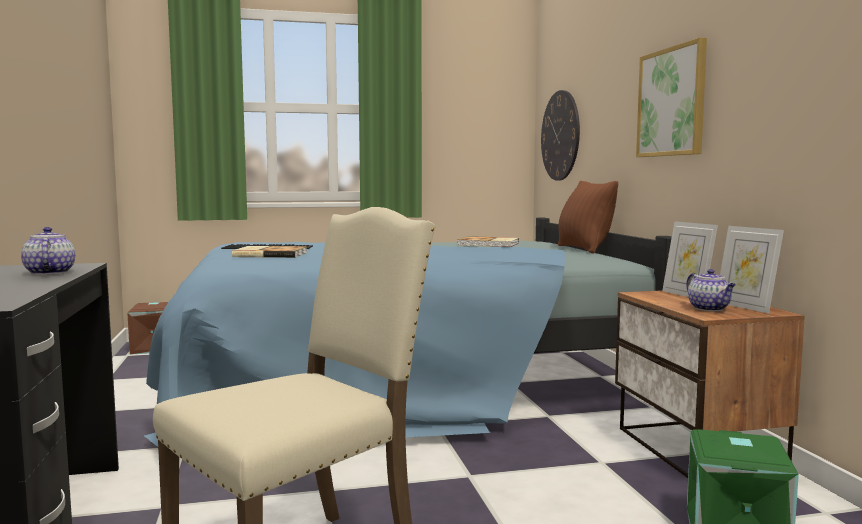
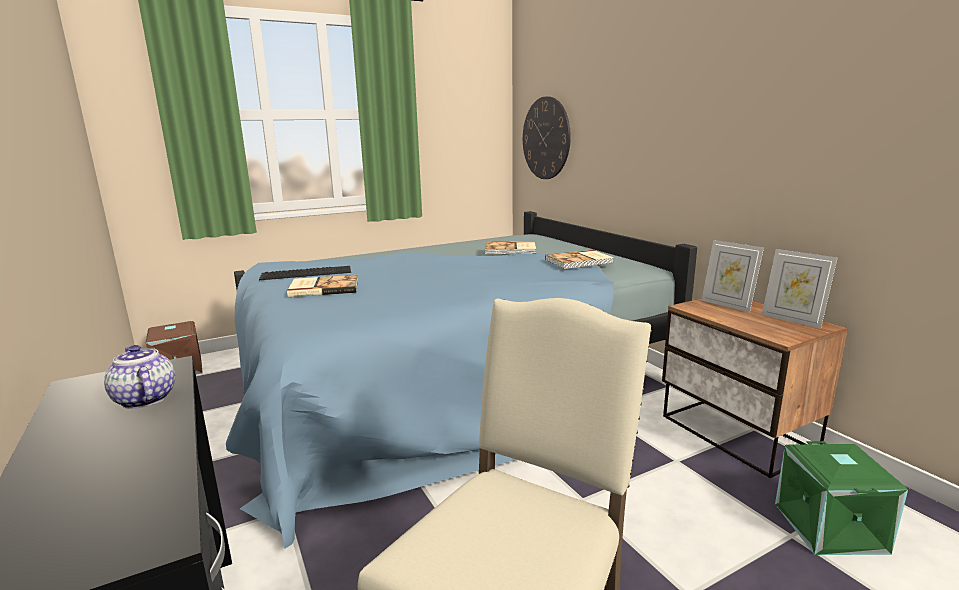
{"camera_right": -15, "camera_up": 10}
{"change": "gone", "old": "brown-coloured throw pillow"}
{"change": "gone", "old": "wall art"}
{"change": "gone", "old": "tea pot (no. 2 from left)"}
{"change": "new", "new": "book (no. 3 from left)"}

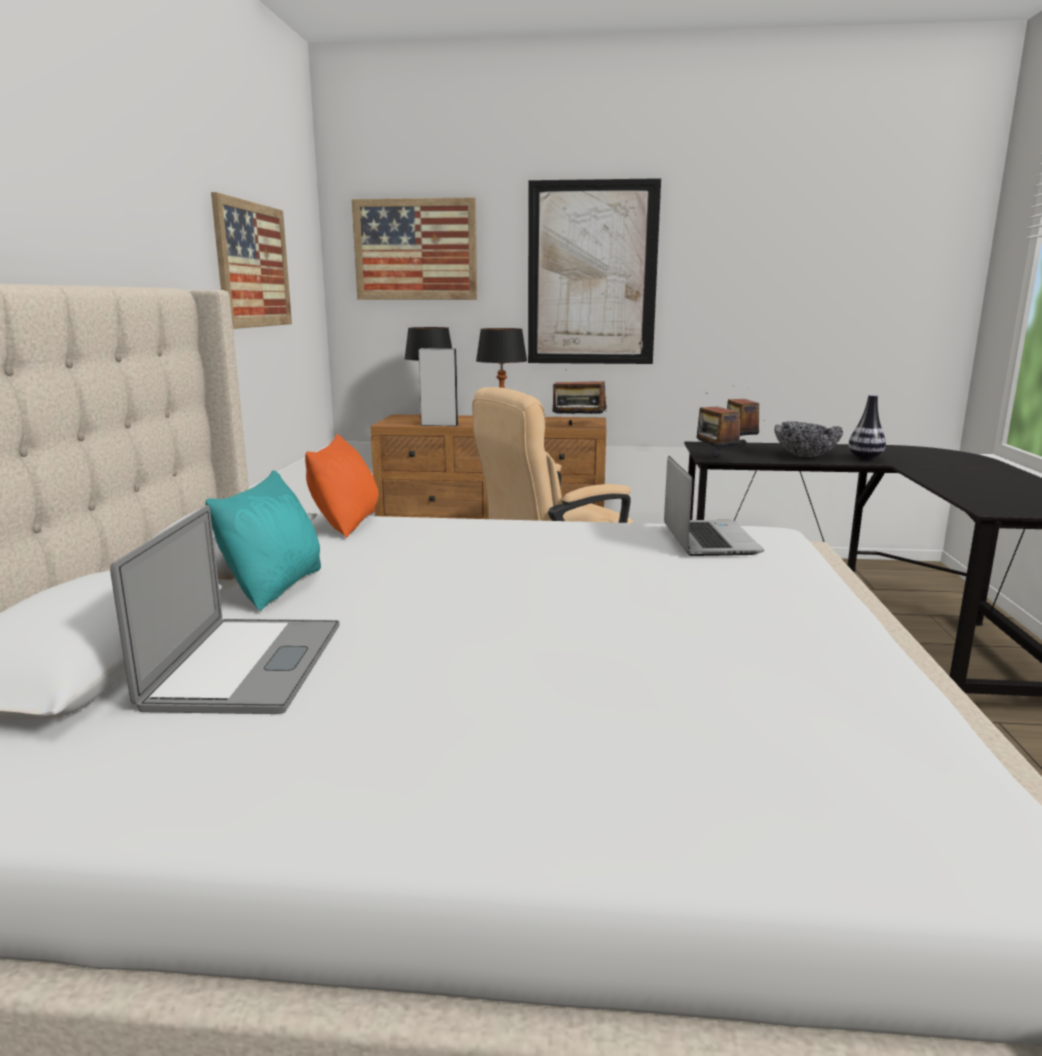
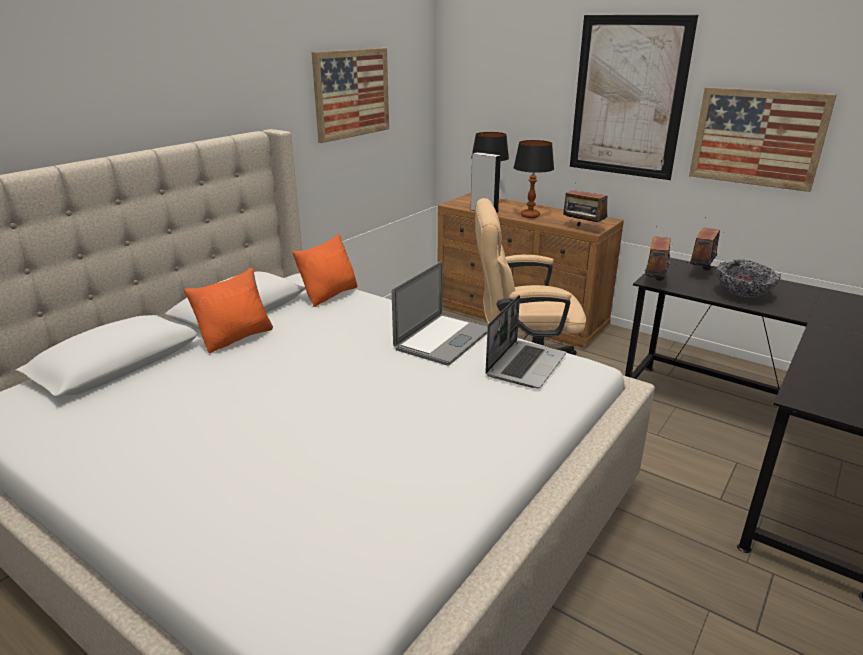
{"camera_right": 30, "camera_up": 10}
{"change": "shifted", "old": "notebook computer (no. 1 from left)"}
{"change": "repainted", "old": "blue-green throw pillow", "new": "orange throw pillow (no. 1 from left)"}
{"change": "shifted", "old": "wall art (no. 2 from left in the first image)", "new": "wall art (no. 3 from left)"}
{"change": "gone", "old": "flower vase"}

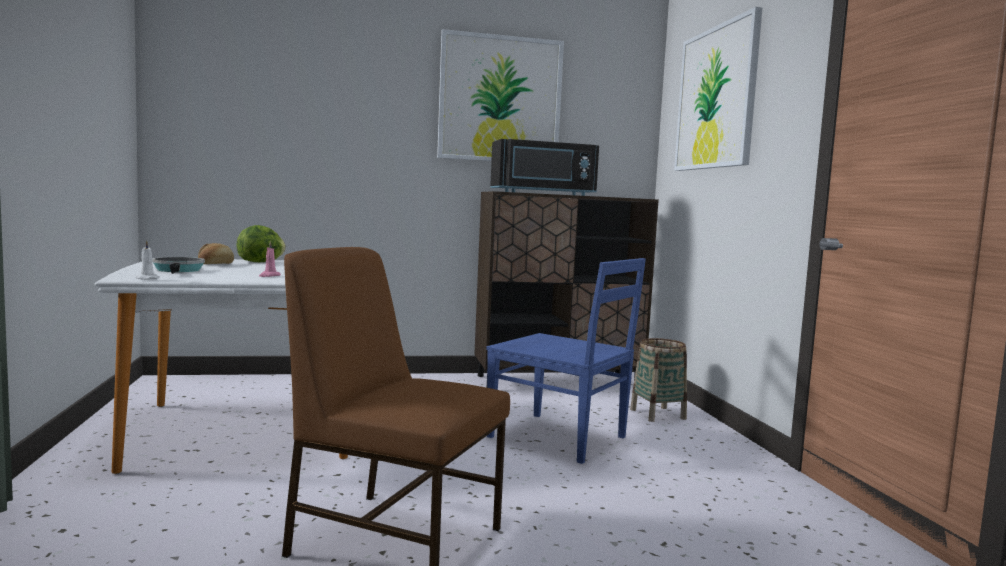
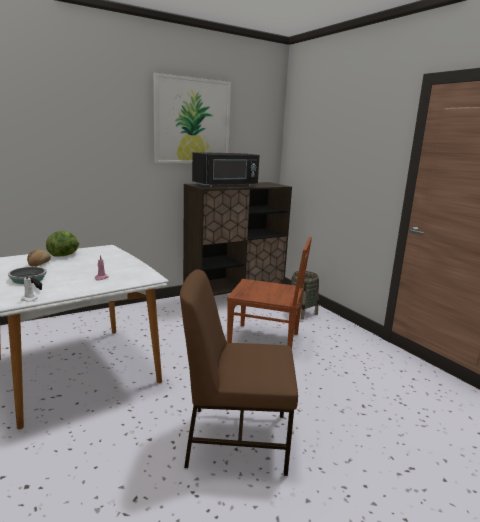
{"camera_right": -20, "camera_up": 10}
{"change": "repainted", "old": "blue plain chair", "new": "brown-coloured plain chair (no. 2 from left)"}
{"change": "gone", "old": "wall art (no. 2 from left)"}

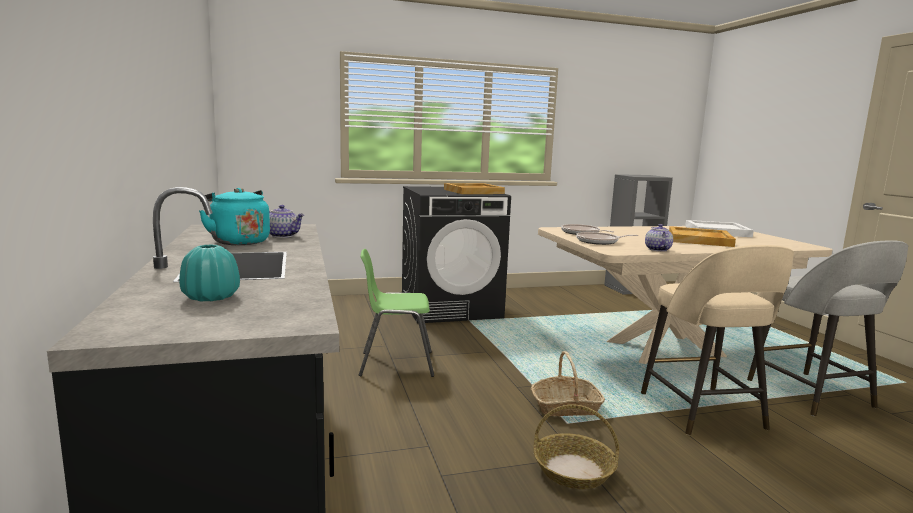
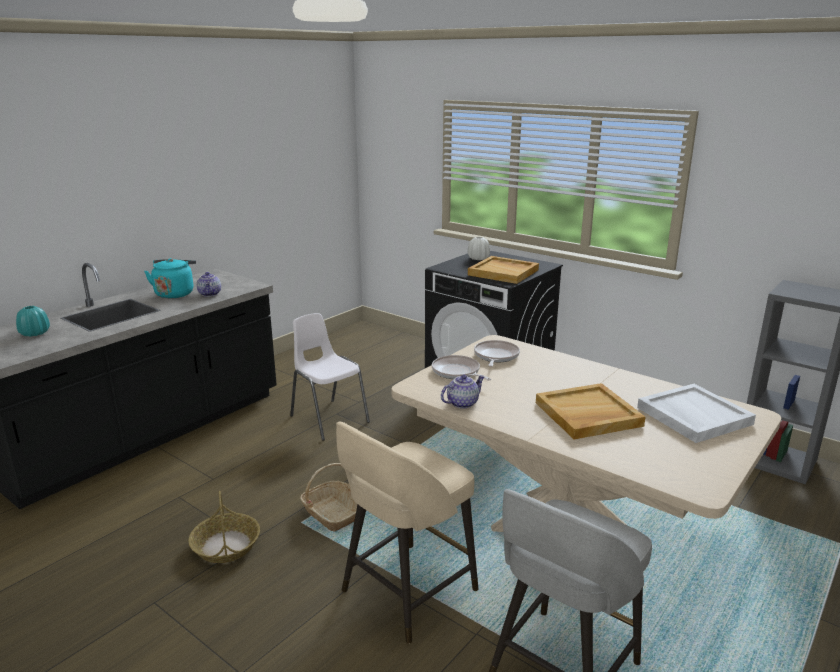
{"camera_right": 55, "camera_up": 10}
{"change": "repainted", "old": "greenish plain chair", "new": "white plain chair"}
{"change": "new", "new": "white flower vase"}

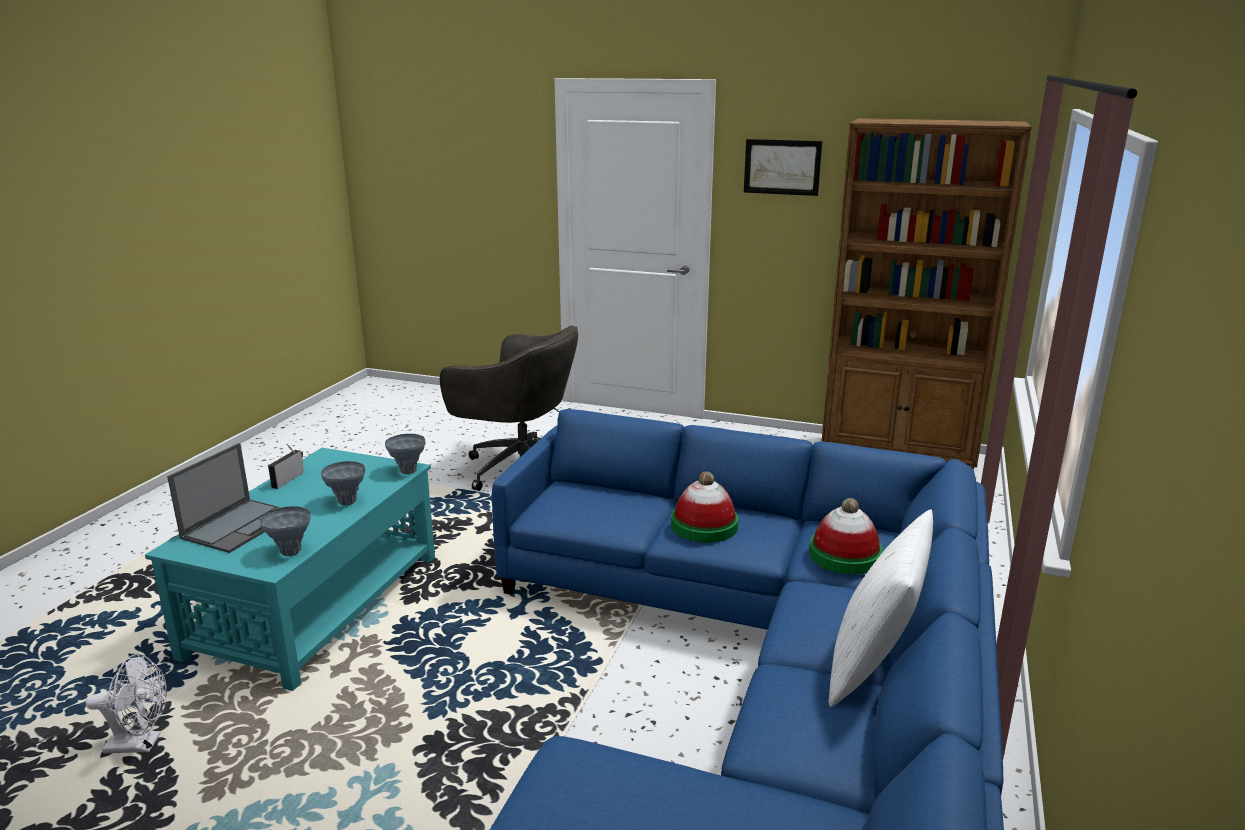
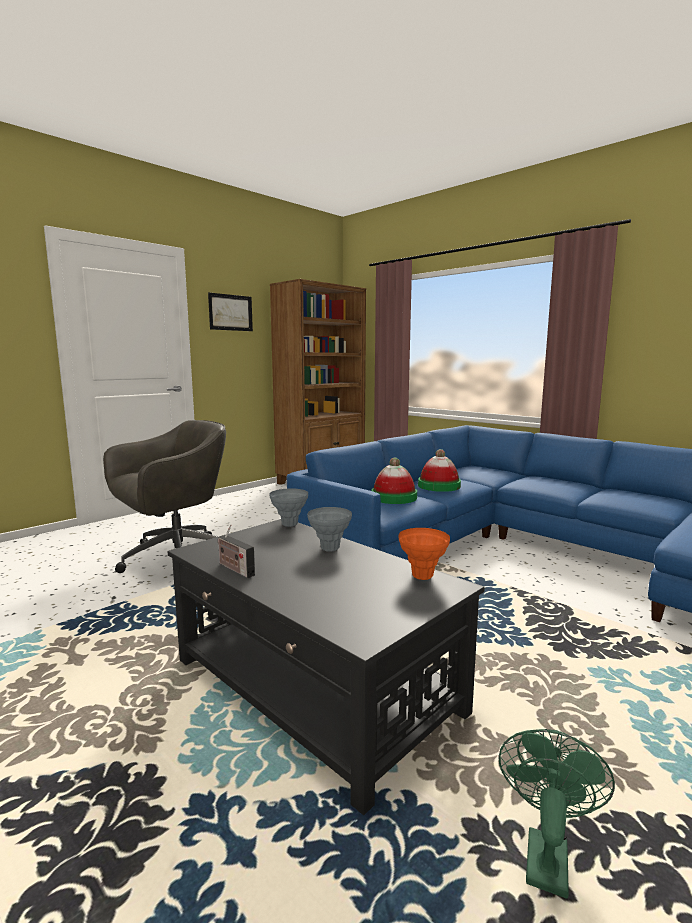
{"camera_right": -65, "camera_up": -10}
{"change": "repainted", "old": "white electric fan", "new": "greenish electric fan"}
{"change": "repainted", "old": "blue-green coffee table", "new": "black coffee table"}
{"change": "gone", "old": "notebook computer"}
{"change": "repainted", "old": "grey flower vase (no. 1 from left)", "new": "orange flower vase"}
{"change": "shifted", "old": "hat (no. 2 from left in the first image)", "new": "hat (no. 1 from left)"}
{"change": "gone", "old": "white throw pillow"}

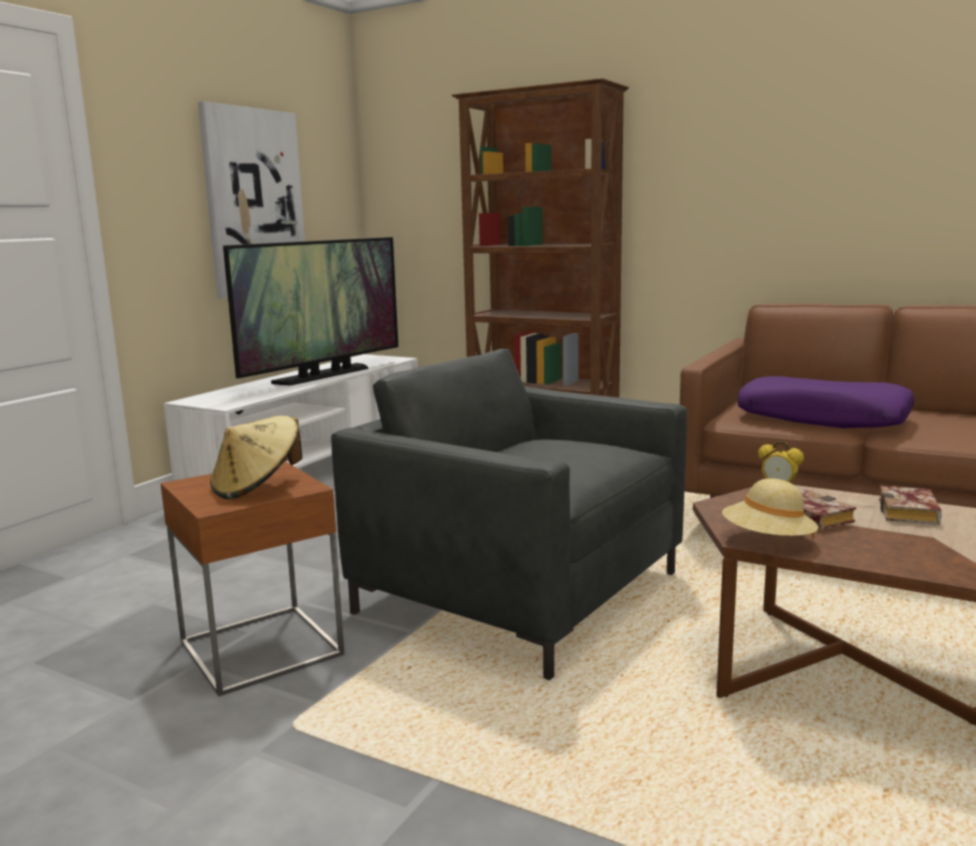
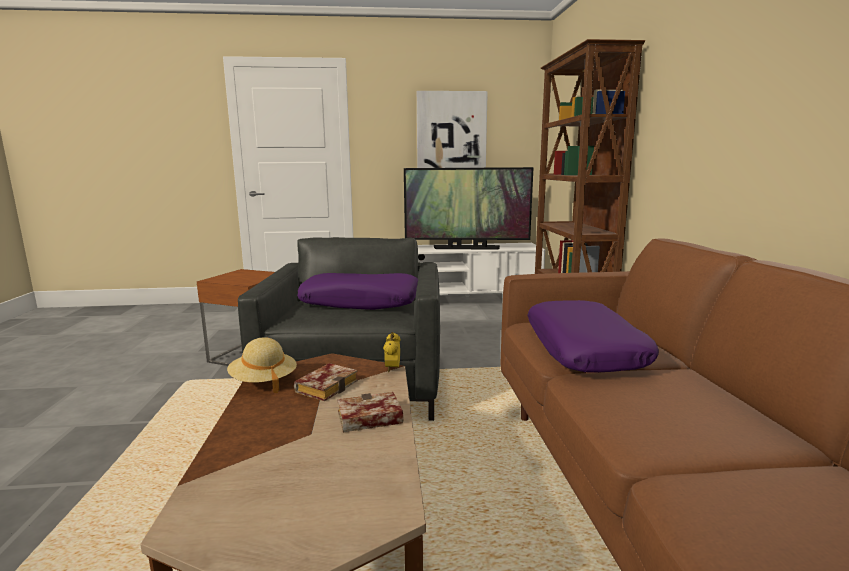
{"camera_right": 55, "camera_up": 0}
{"change": "gone", "old": "sand-coloured hat (no. 1 from left)"}
{"change": "new", "new": "purple throw pillow (no. 1 from left)"}

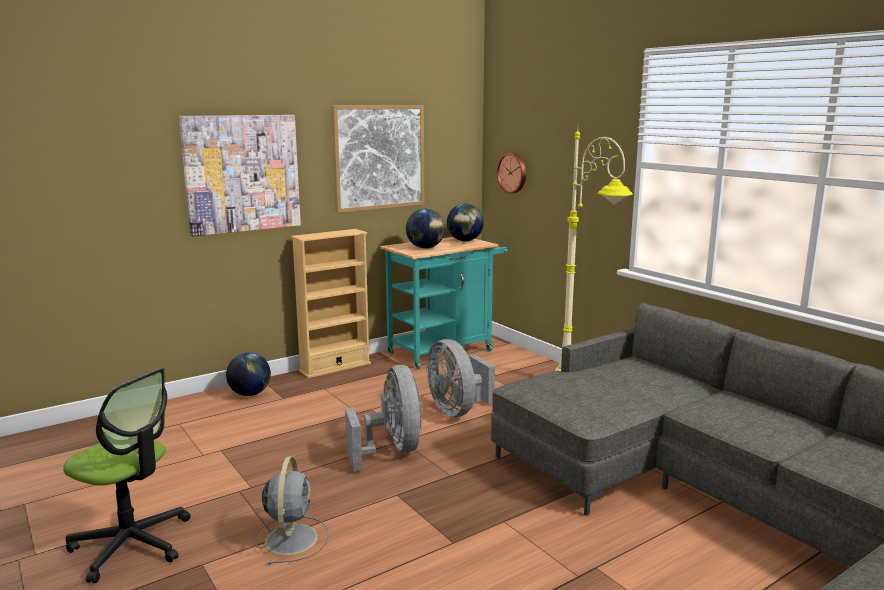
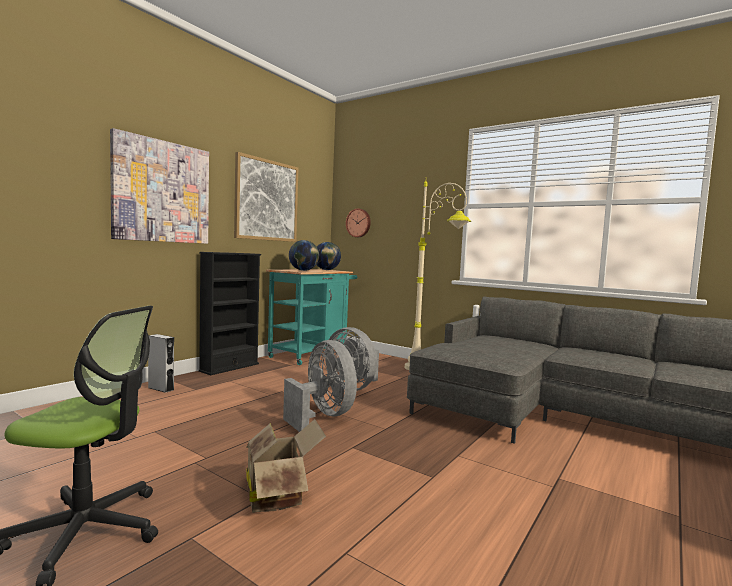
{"camera_right": -20, "camera_up": -10}
{"change": "swapped", "old": "desk globe (no. 1 from left)", "new": "grey loudspeaker"}
{"change": "swapped", "old": "grey electric fan (no. 1 from left)", "new": "packing box"}
{"change": "repainted", "old": "sand-coloured bookshelf", "new": "black bookshelf"}

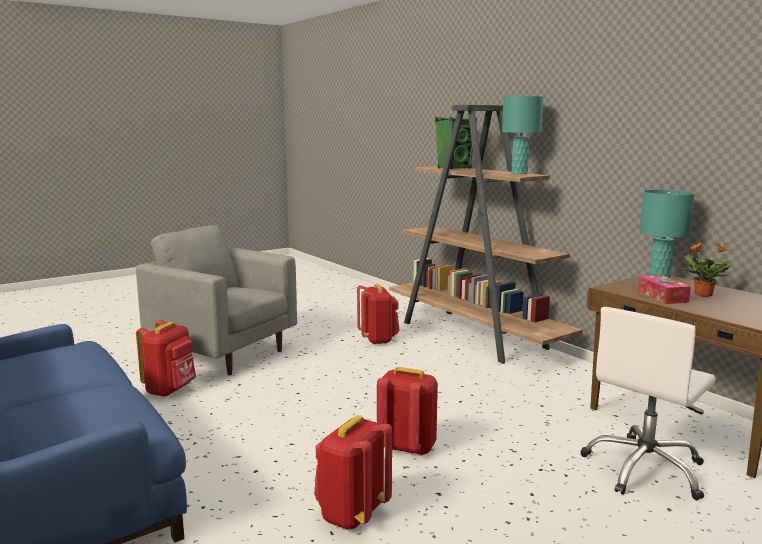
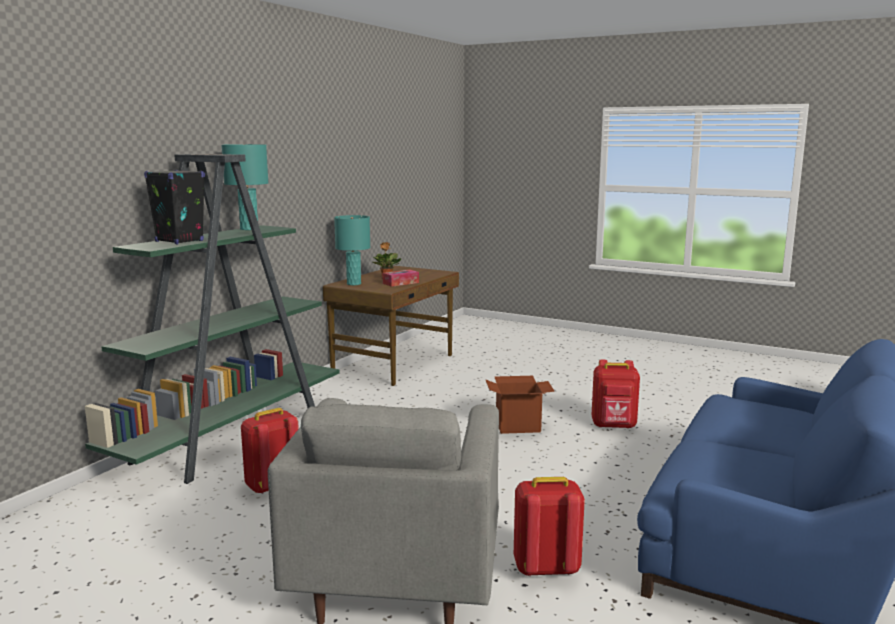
{"camera_right": -115, "camera_up": 0}
{"change": "swapped", "old": "reddish rucksack (no. 4 from left)", "new": "packing box"}
{"change": "repainted", "old": "brown-coloured bookshelf", "new": "greenish bookshelf"}
{"change": "repainted", "old": "greenish loudspeaker", "new": "black loudspeaker"}
{"change": "gone", "old": "white desk chair"}

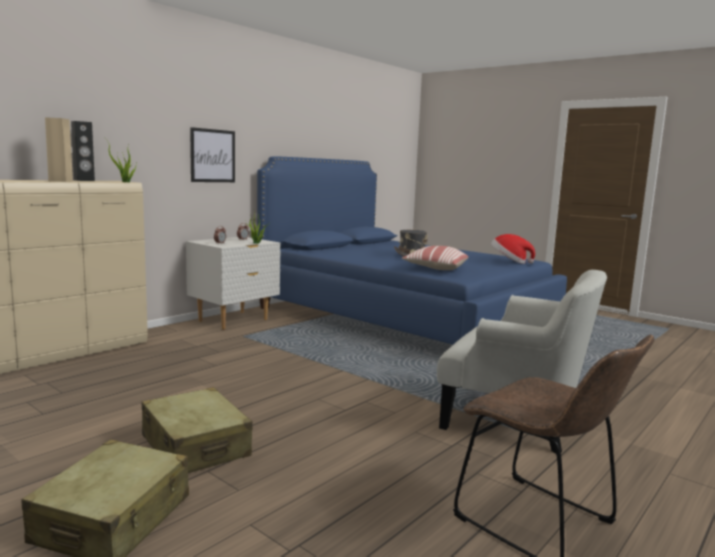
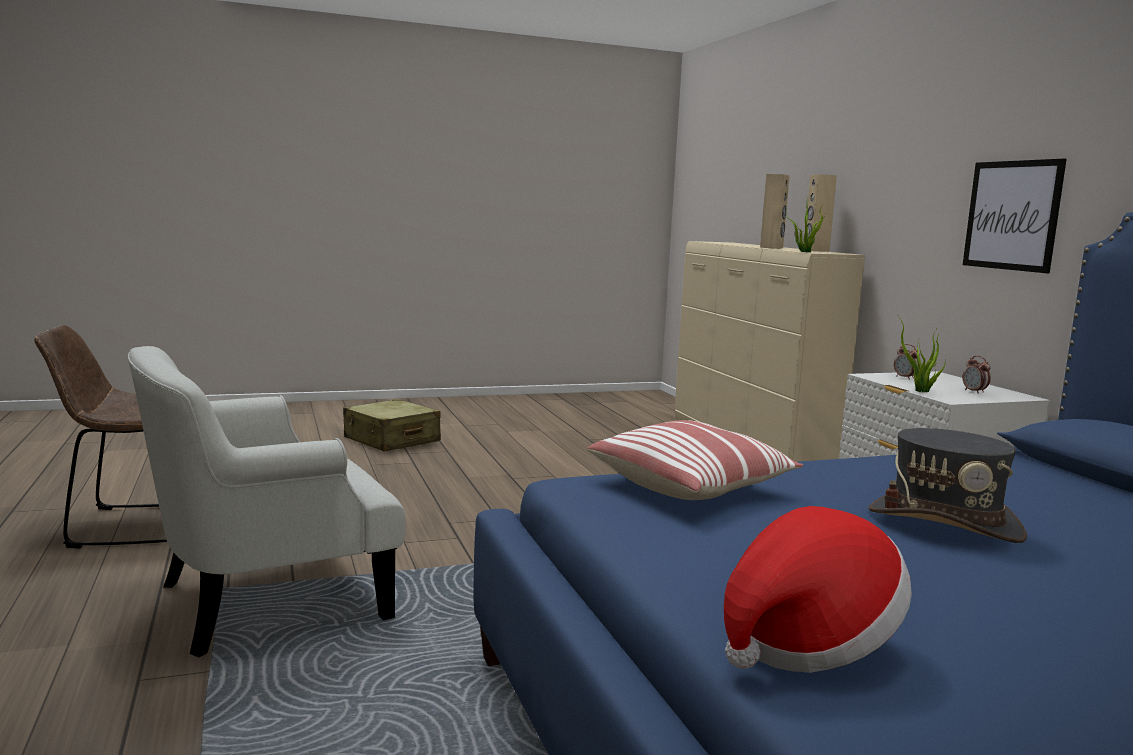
{"camera_right": 120, "camera_up": 0}
{"change": "repainted", "old": "black loudspeaker", "new": "sand-coloured loudspeaker (no. 2 from left)"}
{"change": "gone", "old": "sand-coloured piece of luggage (no. 2 from left)"}

